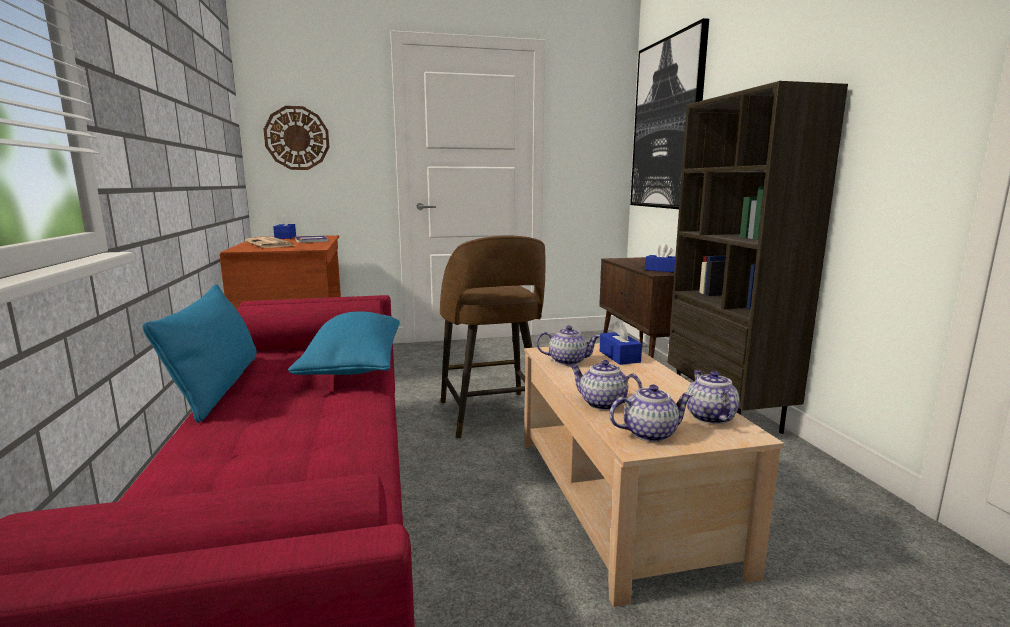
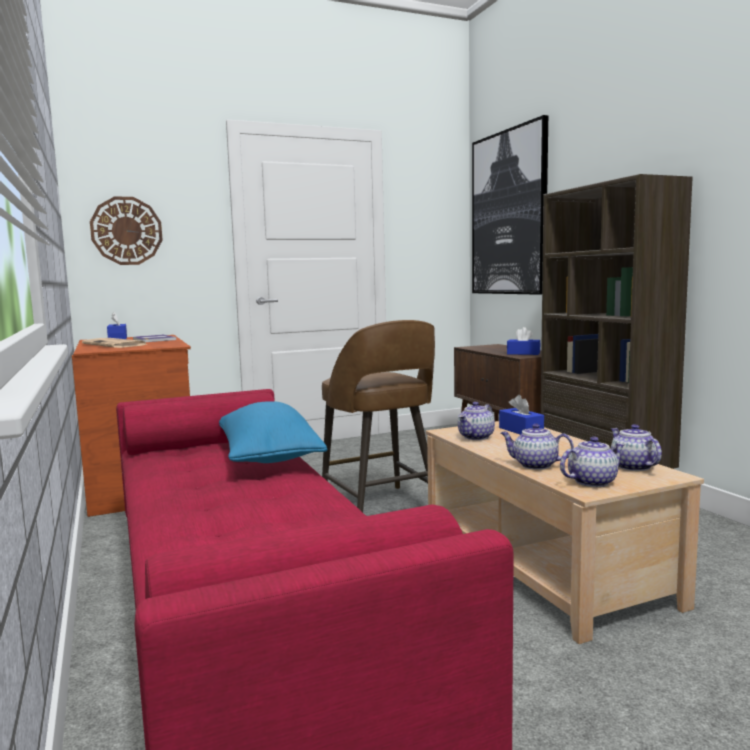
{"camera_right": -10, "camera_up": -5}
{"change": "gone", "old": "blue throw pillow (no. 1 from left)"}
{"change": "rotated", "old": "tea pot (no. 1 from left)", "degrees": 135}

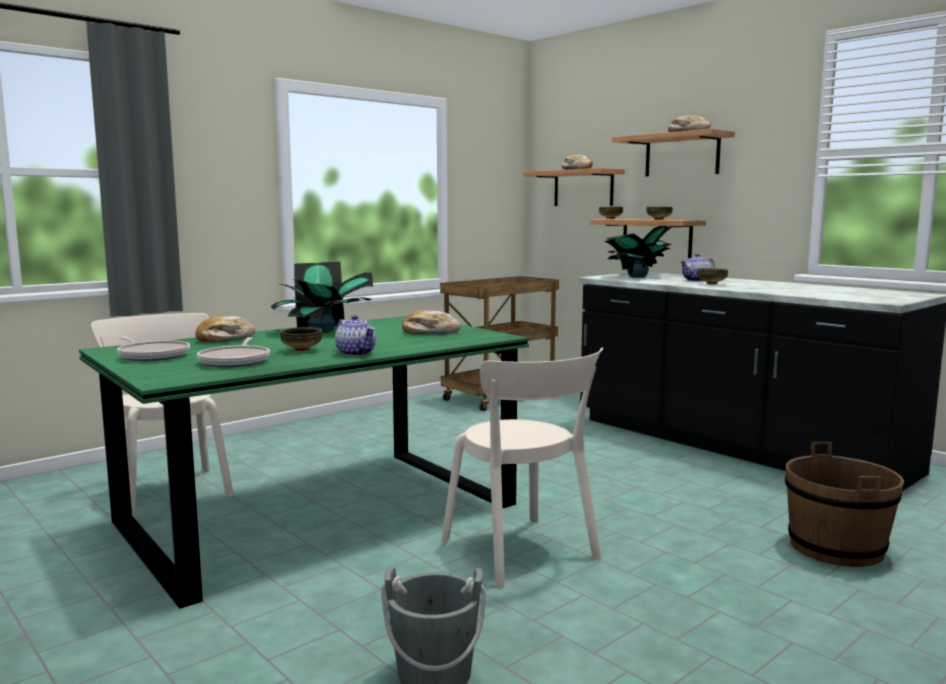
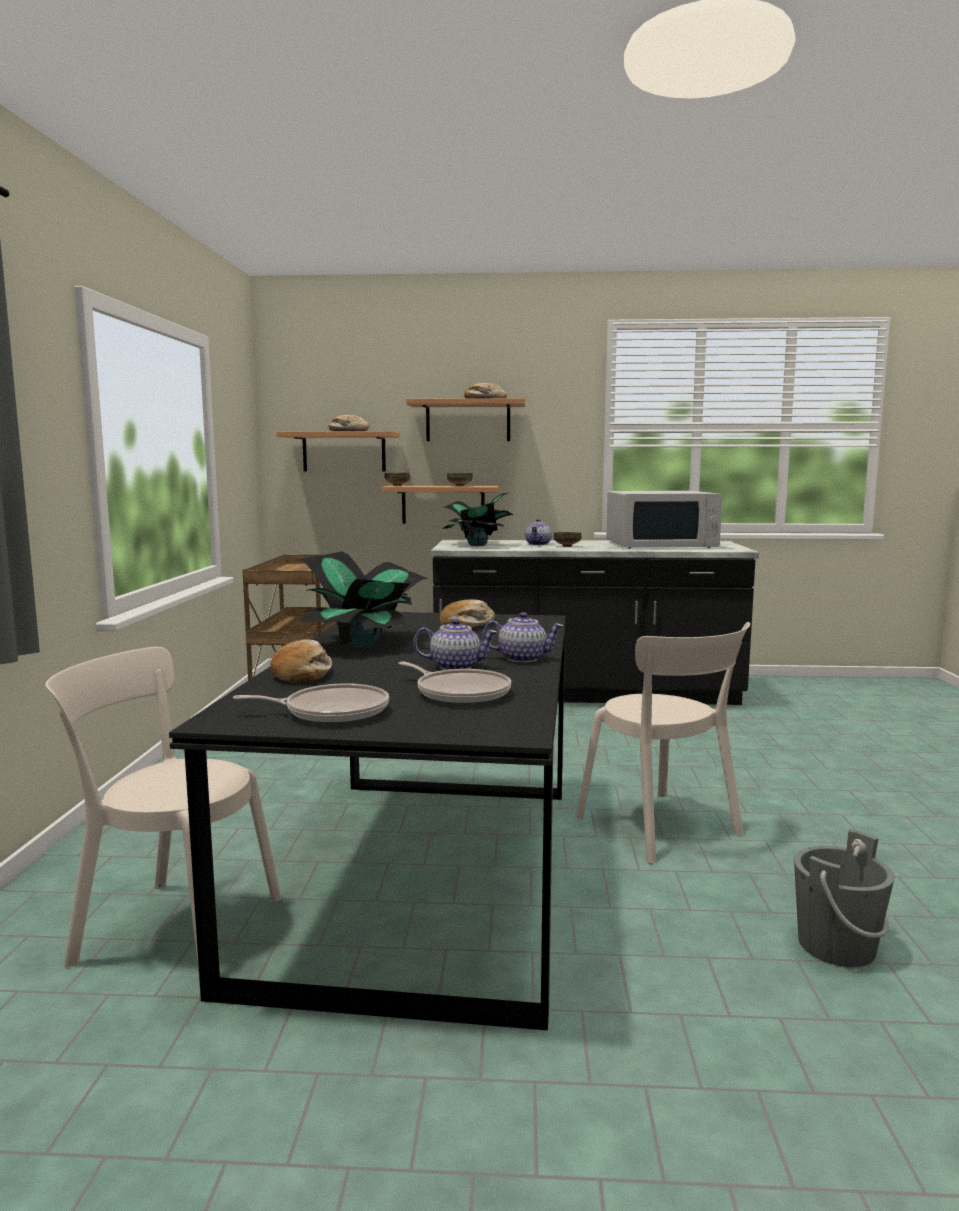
{"camera_right": -45, "camera_up": 0}
{"change": "repainted", "old": "greenish dining table", "new": "black dining table"}
{"change": "swapped", "old": "deep dish (no. 1 from left)", "new": "tea pot (no. 1 from left)"}
{"change": "rotated", "old": "sand-coloured plain chair (no. 2 from left)", "degrees": 45}
{"change": "gone", "old": "brown-coloured water bucket"}
{"change": "new", "new": "white kitchen microwave"}

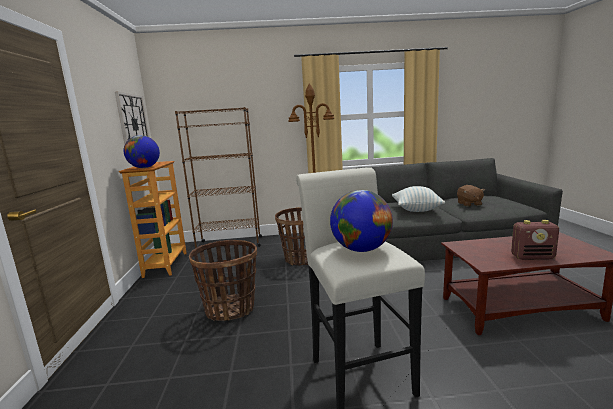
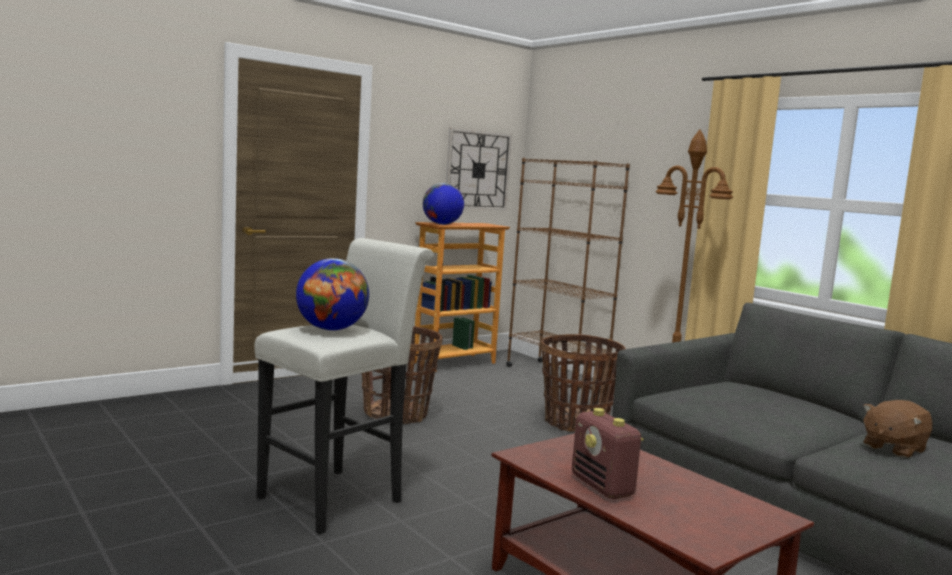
{"camera_right": 55, "camera_up": -5}
{"change": "gone", "old": "throw pillow"}

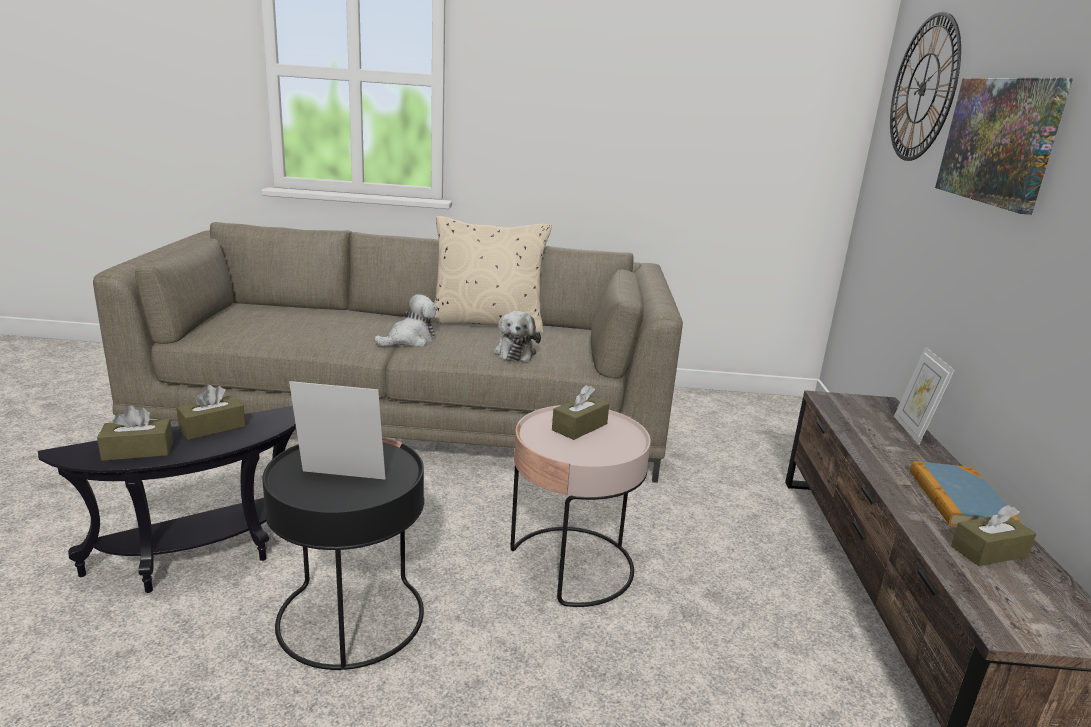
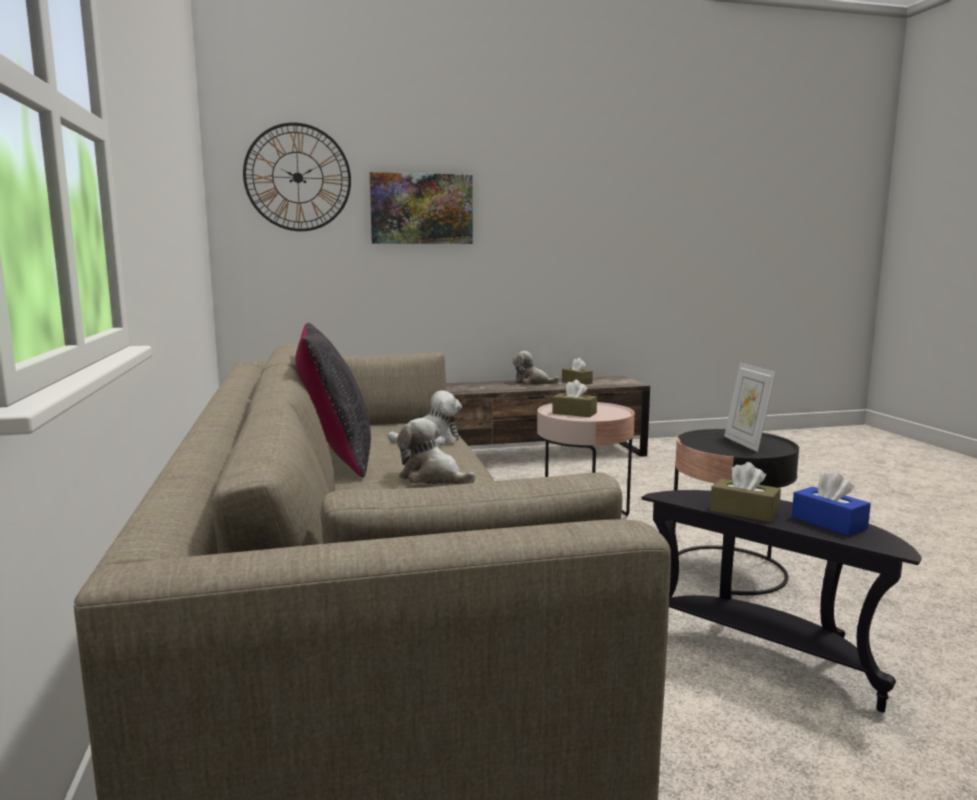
{"camera_right": -105, "camera_up": -10}
{"change": "repainted", "old": "brown-coloured box of tissues (no. 1 from left)", "new": "blue box of tissues"}
{"change": "repainted", "old": "sand-coloured throw pillow", "new": "black throw pillow"}
{"change": "gone", "old": "standing frame (no. 2 from left)"}
{"change": "swapped", "old": "book", "new": "cuddly toy (no. 3 from left)"}

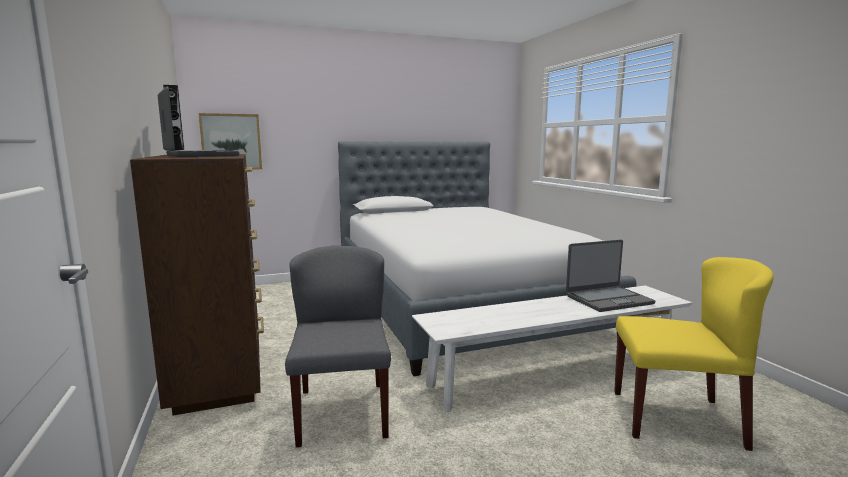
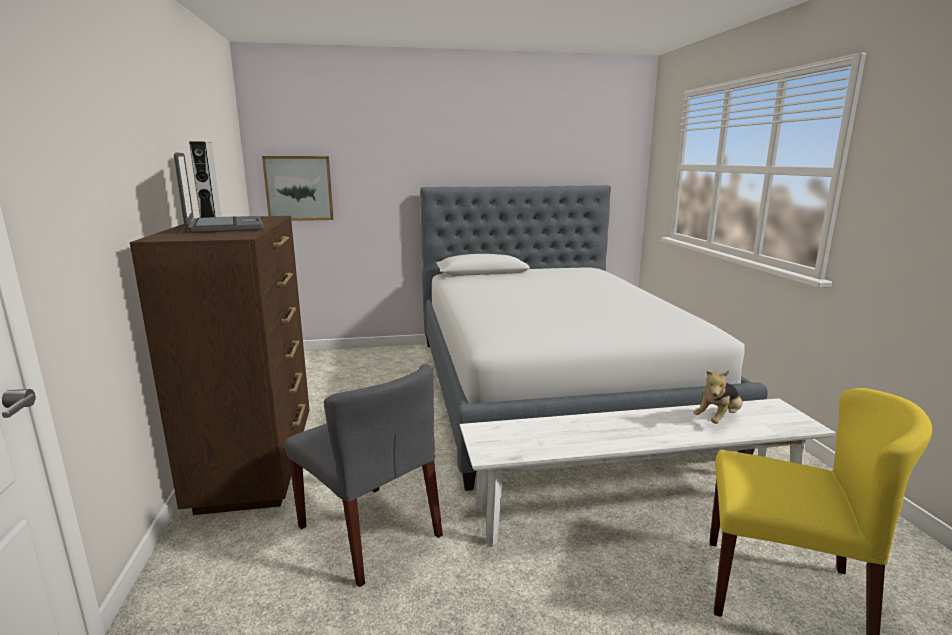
{"camera_right": 10, "camera_up": 5}
{"change": "rotated", "old": "grey plain chair", "degrees": 135}
{"change": "swapped", "old": "notebook computer (no. 2 from left)", "new": "cuddly toy"}

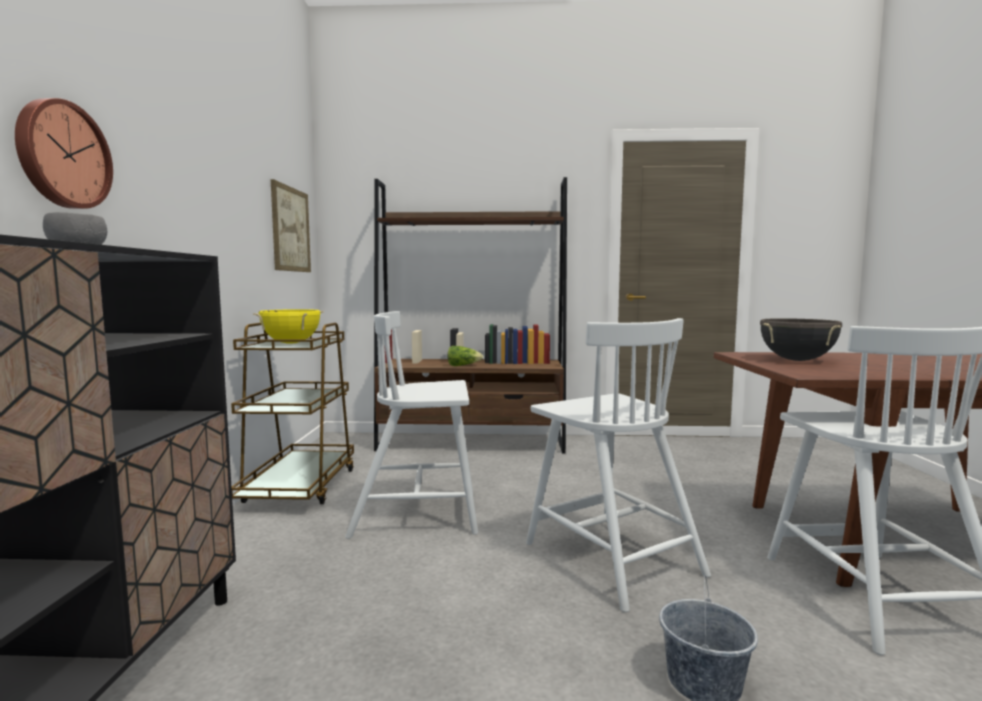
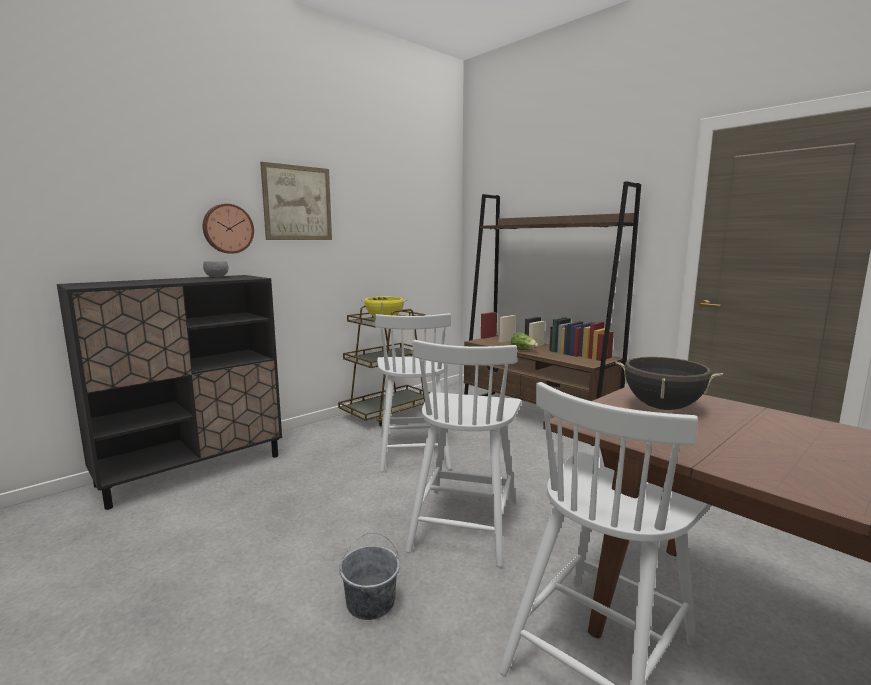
{"camera_right": 45, "camera_up": 5}
{"change": "shifted", "old": "wall art"}
{"change": "rotated", "old": "white plain chair (no. 1 from left)", "degrees": -135}

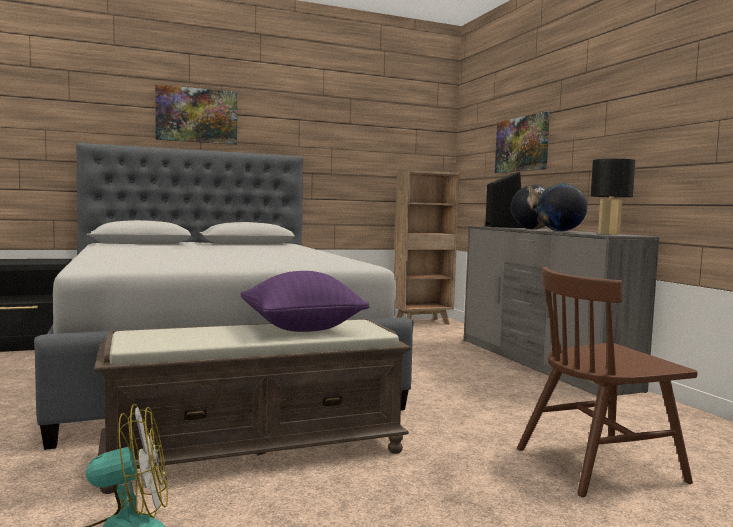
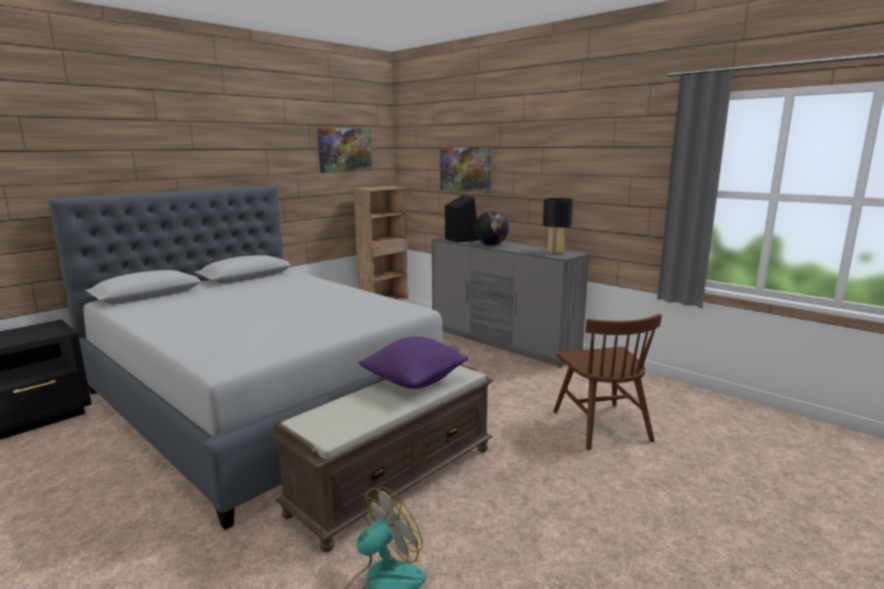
{"camera_right": -25, "camera_up": 10}
{"change": "shifted", "old": "wall art (no. 1 from left)"}
{"change": "rotated", "old": "brown-coloured plain chair", "degrees": -60}
{"change": "gone", "old": "desk globe (no. 2 from left)"}

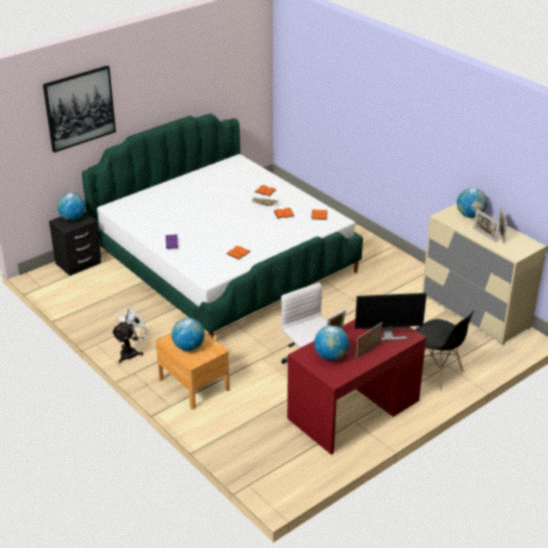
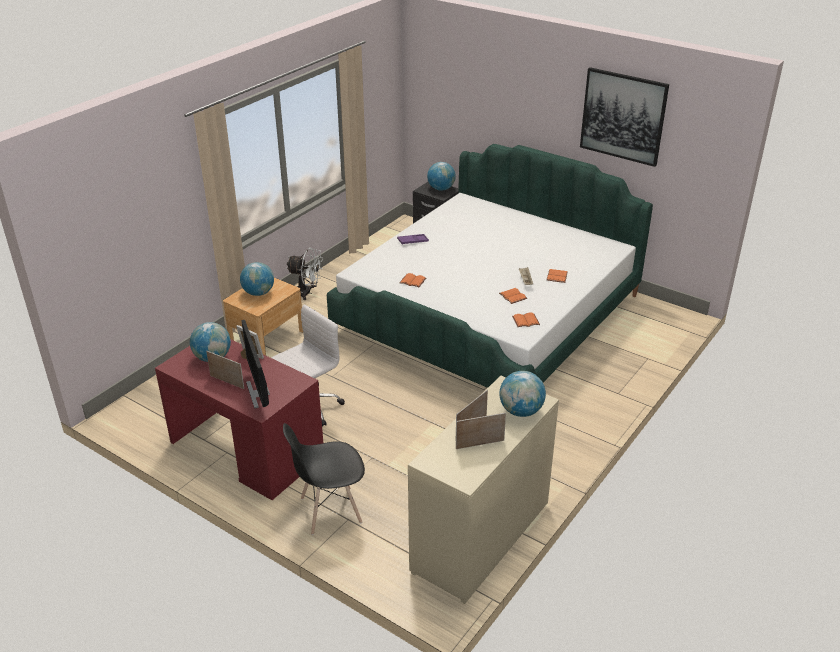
{"camera_right": 75, "camera_up": 0}
{"change": "shifted", "old": "wall art"}
{"change": "rotated", "old": "black plain chair", "degrees": 45}

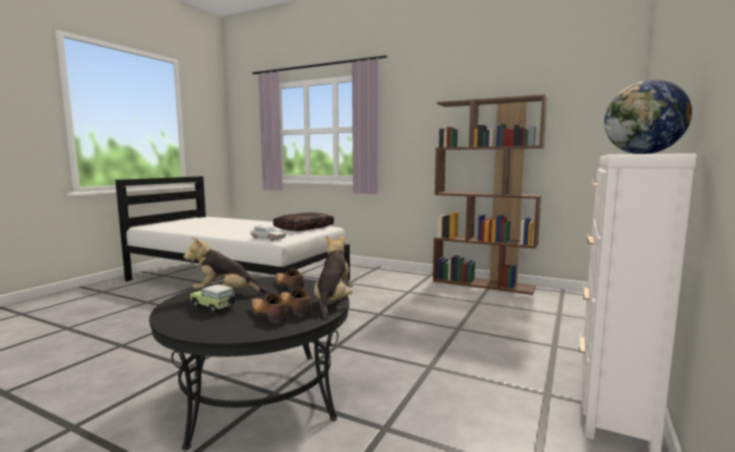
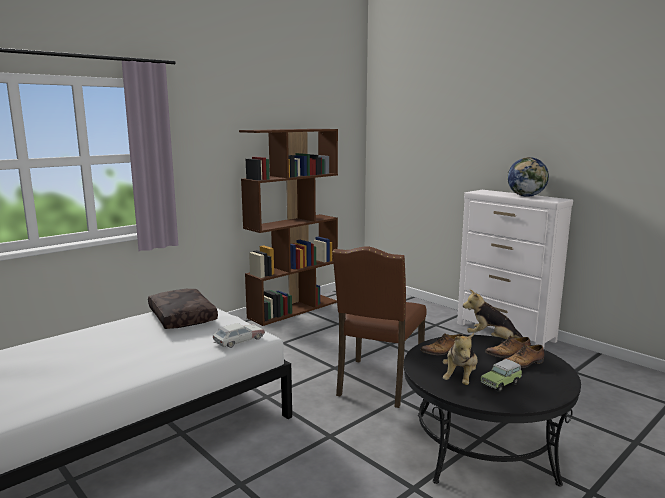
{"camera_right": -70, "camera_up": 5}
{"change": "new", "new": "brown-coloured plain chair"}

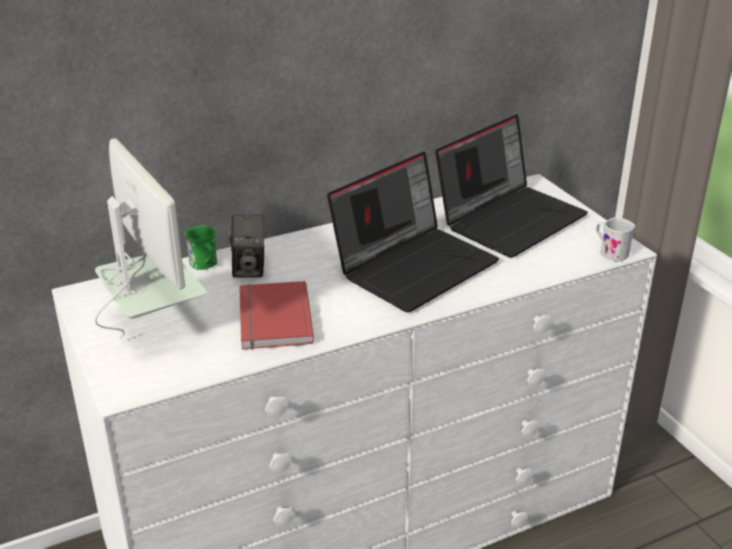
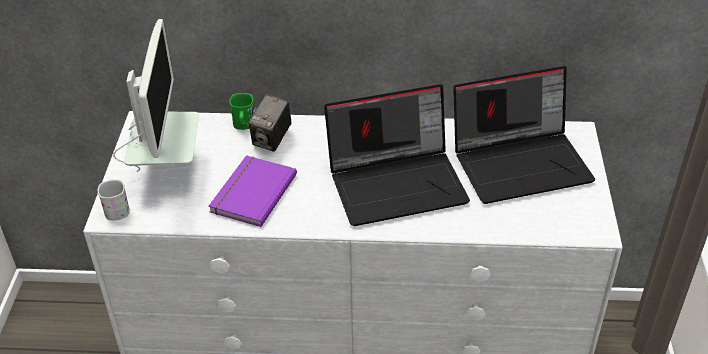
{"camera_right": 30, "camera_up": 10}
{"change": "repainted", "old": "reddish book", "new": "purple book"}
{"change": "shifted", "old": "white mug"}

